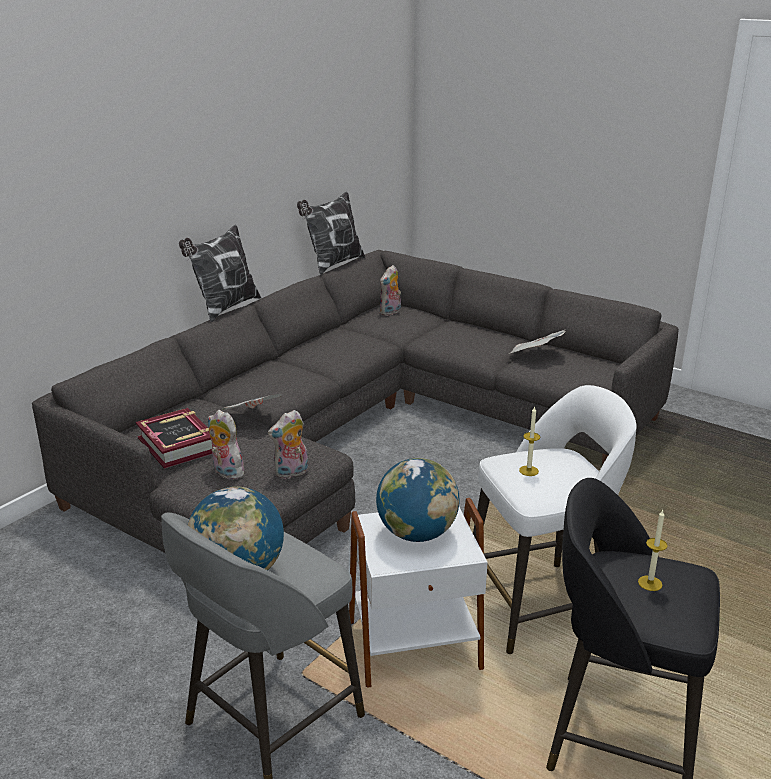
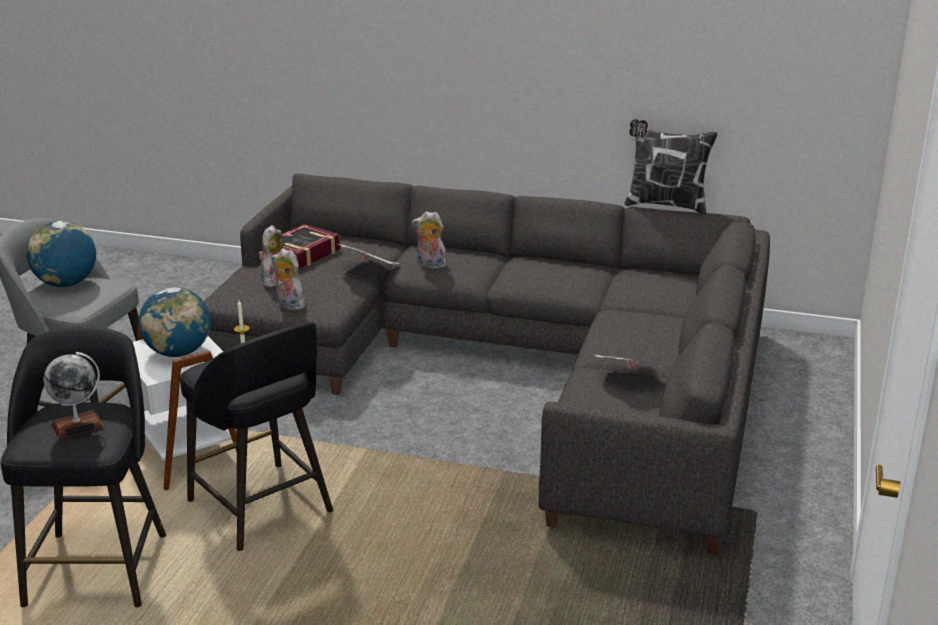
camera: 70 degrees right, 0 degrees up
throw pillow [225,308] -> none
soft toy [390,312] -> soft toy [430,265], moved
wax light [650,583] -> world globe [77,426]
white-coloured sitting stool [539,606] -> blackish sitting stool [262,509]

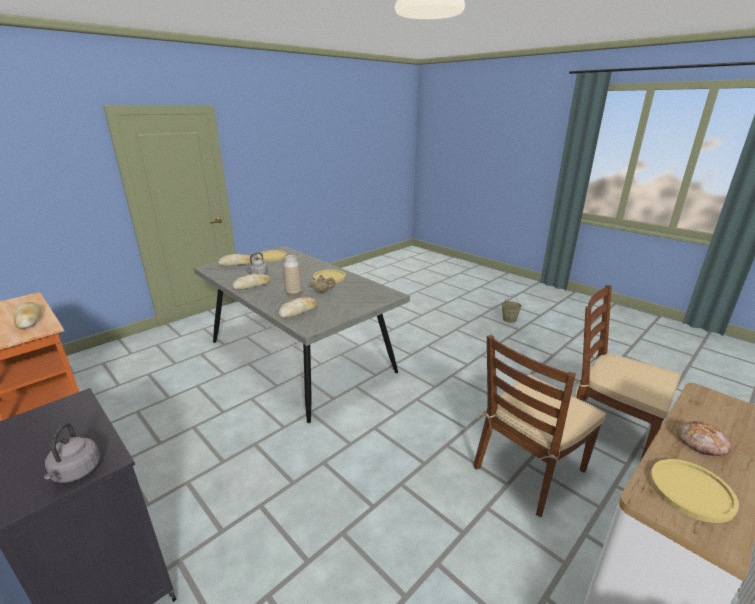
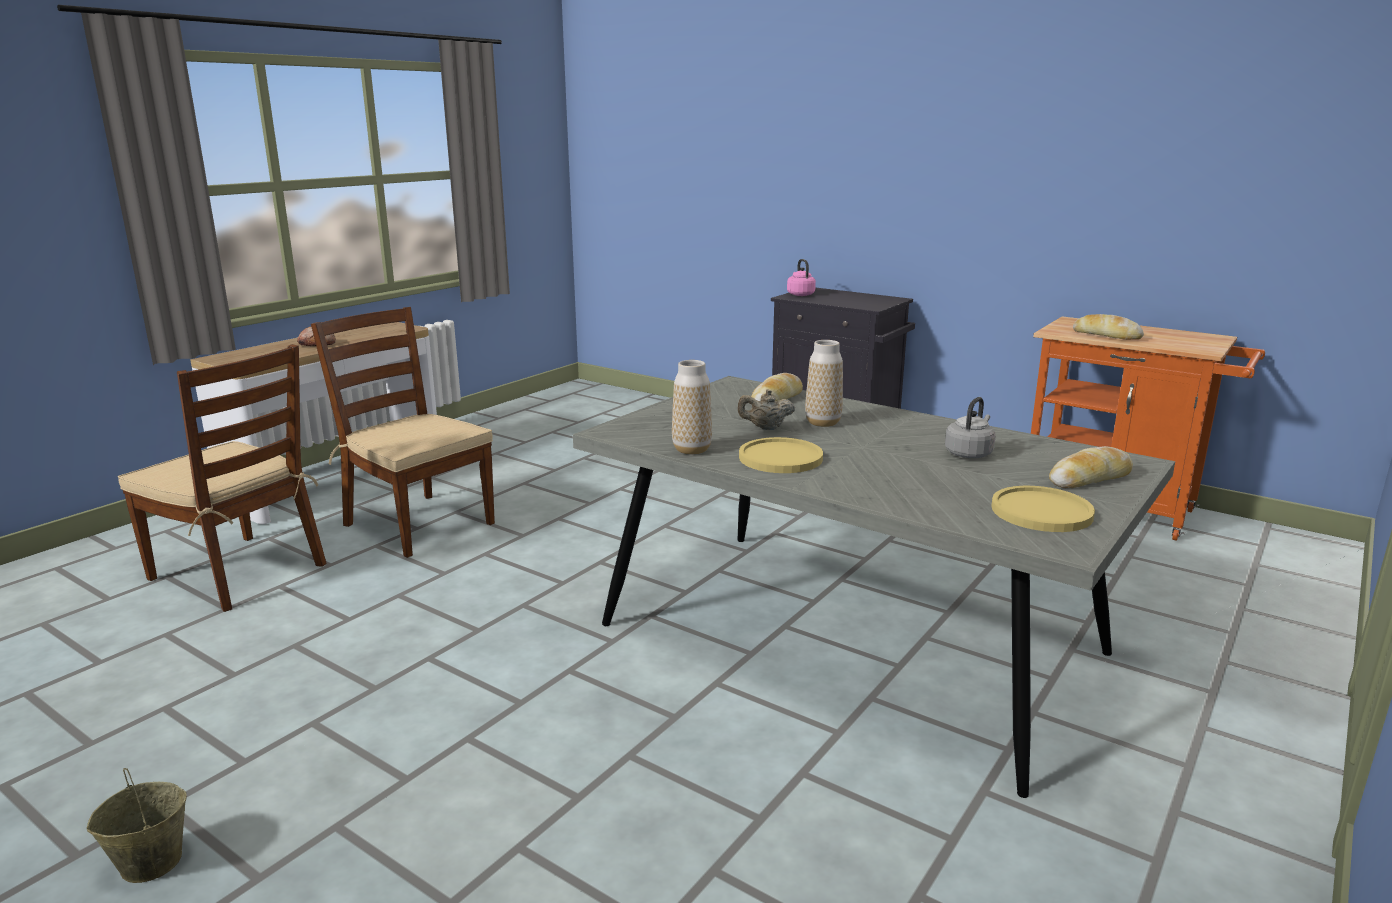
camera: 170 degrees right, 5 degrees down
baked bread [252,285] -> none
yellow dinner plate [691,490] -> none
none -> flower vase [692,449]
greyish kettle [76,472] -> pink kettle [800,294]
brownish chair [528,469] -> brownish chair [418,524], 90 degrees counterclockwise

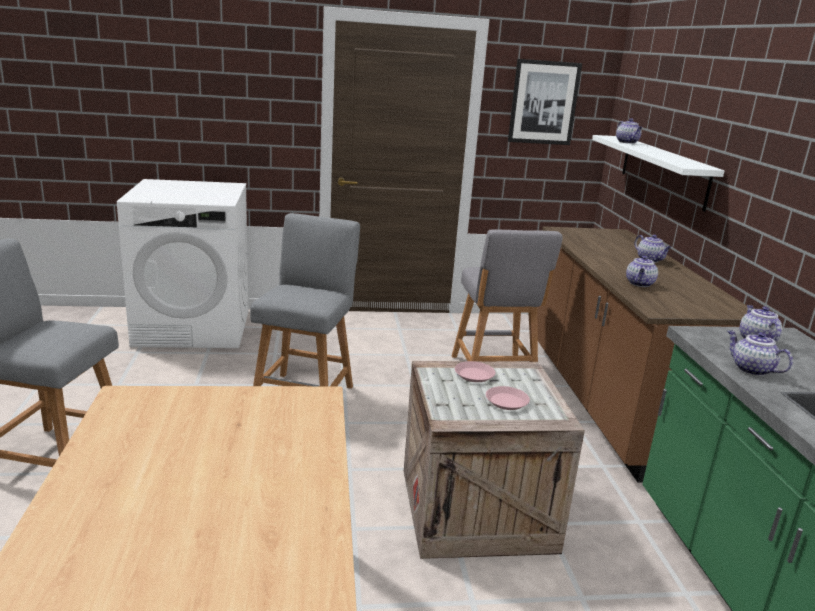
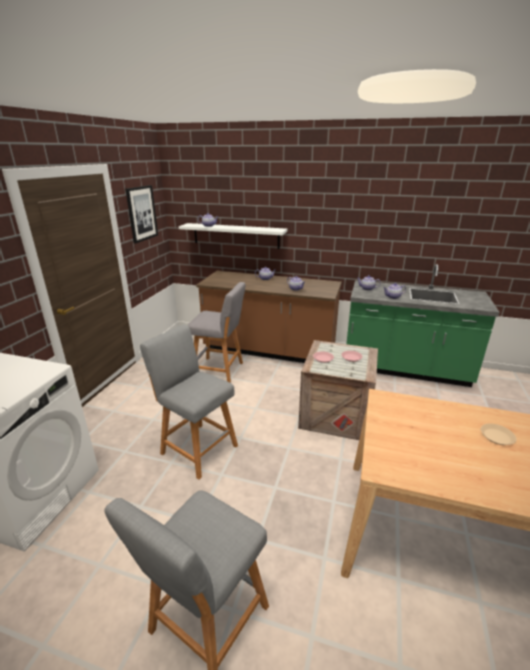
camera: 65 degrees left, 5 degrees up
none -> beige dinner plate [497,437]

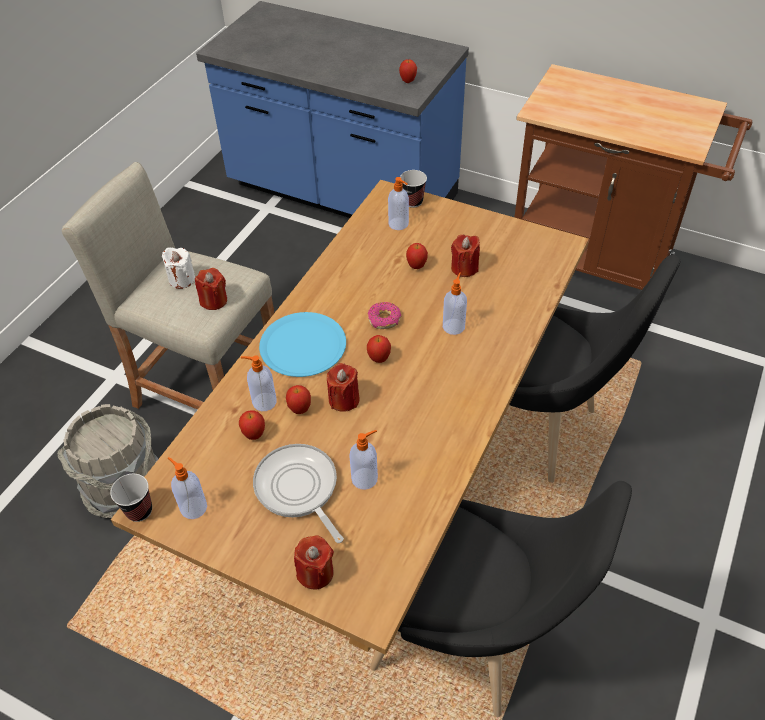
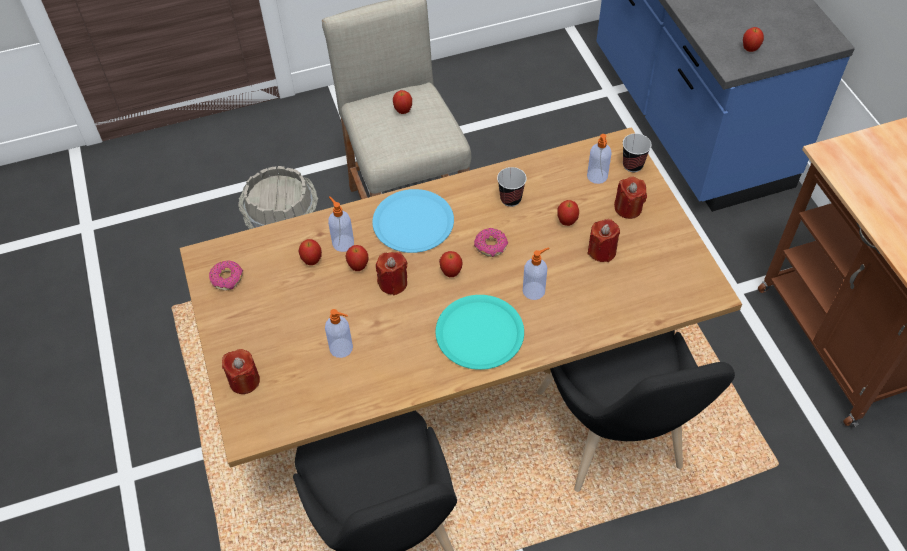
camera: 45 degrees right, 5 degrees up
skillet [298,489] -> none
none -> turquoise-coloured dinner plate [480,333]
cup [139,511] -> cup [510,199], moved
red-coloured wax light [214,301] -> red-coloured wax light [628,208], moved
white-coloured wax light [182,279] -> whole apple [403,111]
soap dispenser [193,507] -> doughnut [227,278]

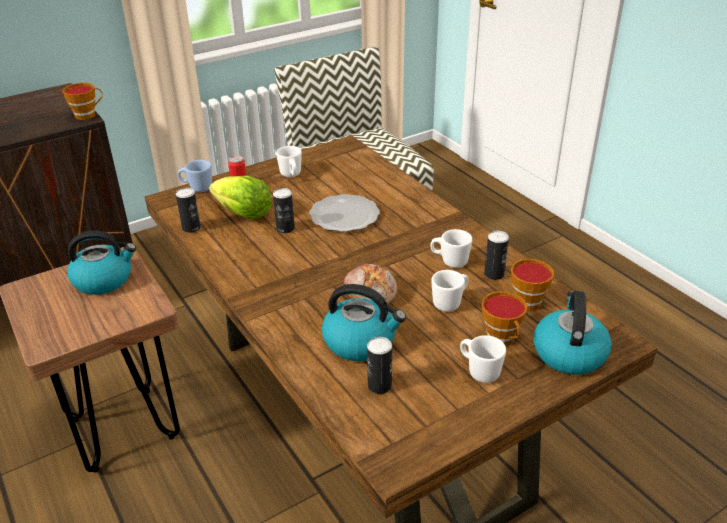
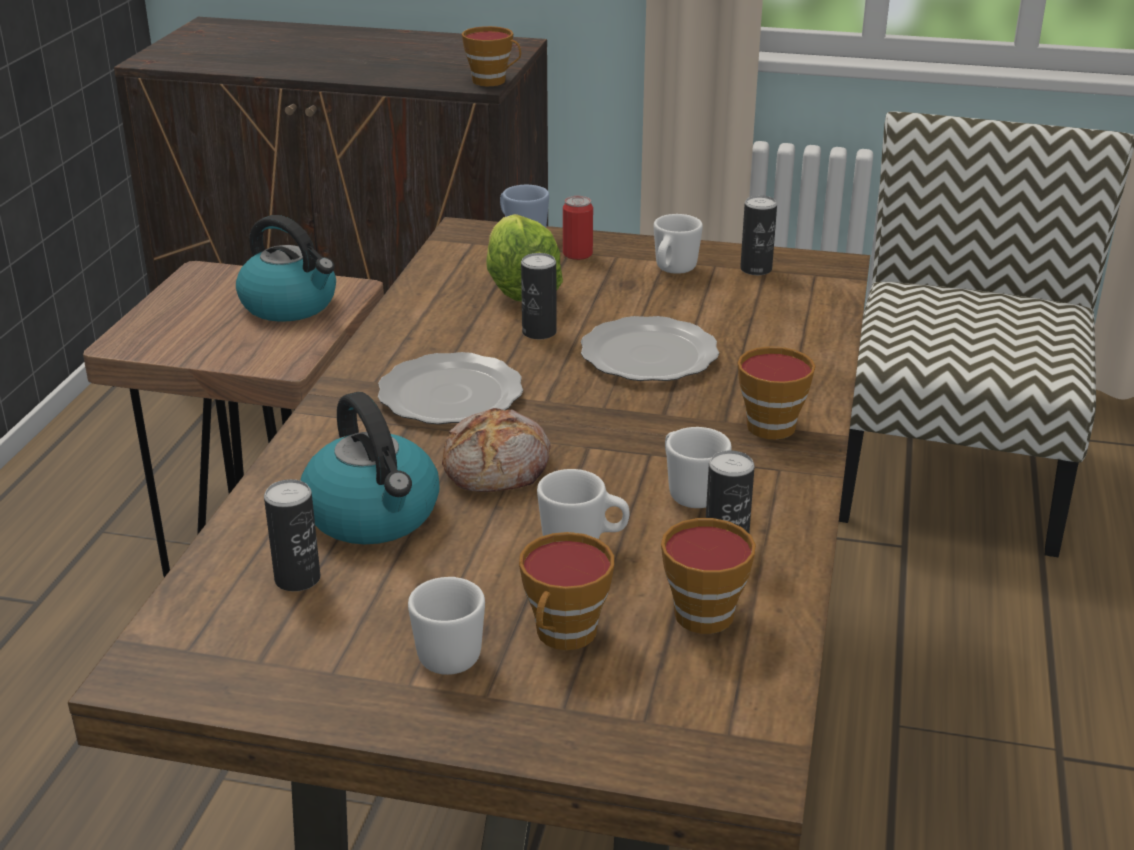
camera: 45 degrees right, 5 degrees down
kettle [568,352] -> none
none -> dinner plate [451,396]
none -> cup [774,424]
sealed can [191,228] -> sealed can [756,269], moved

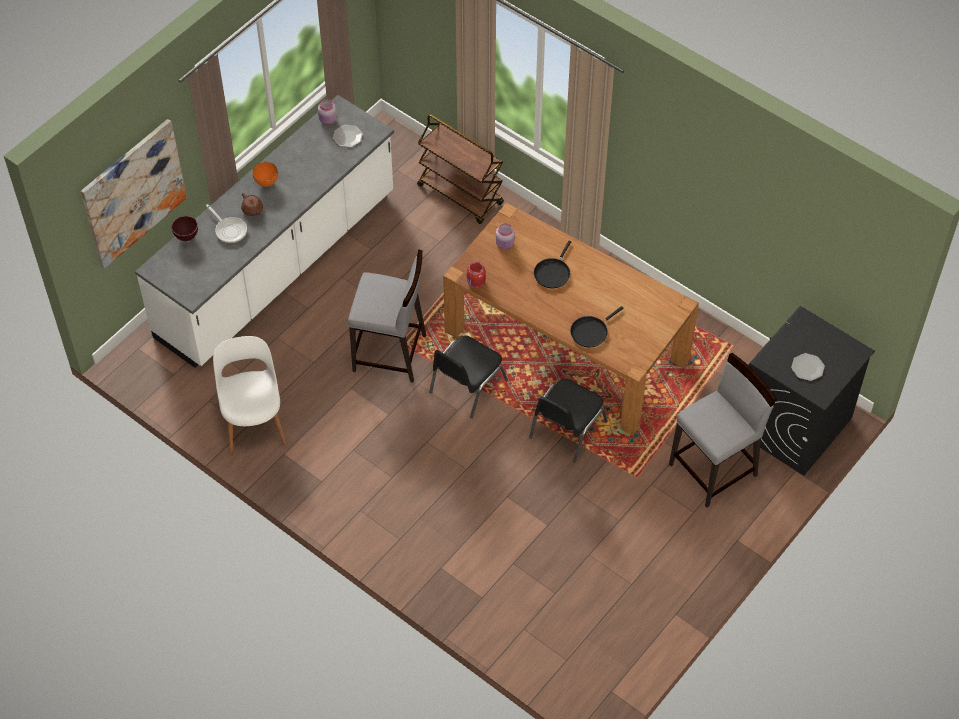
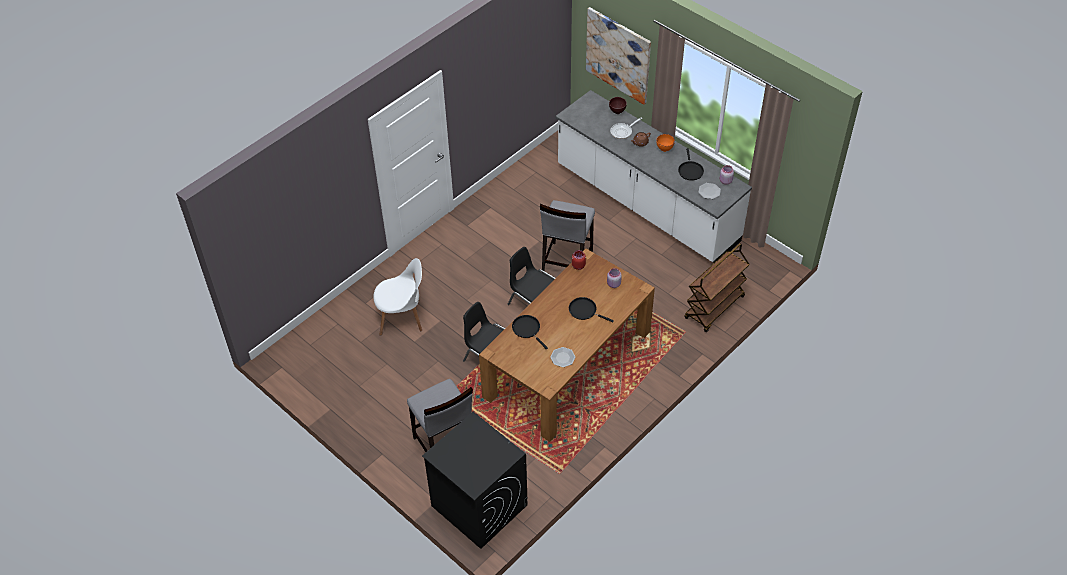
camera: 95 degrees right, 5 degrees down
none -> blackish skillet [690,170]
white-coloured chair [253,422] -> white-coloured chair [402,317], moved
dinner plate [807,367] -> dinner plate [563,357], moved

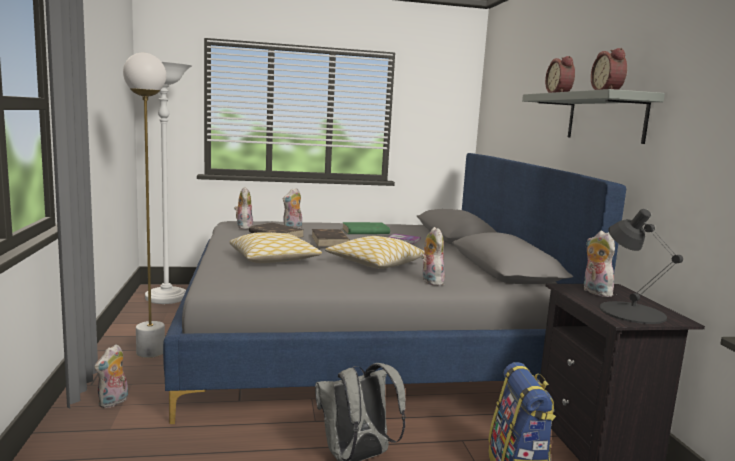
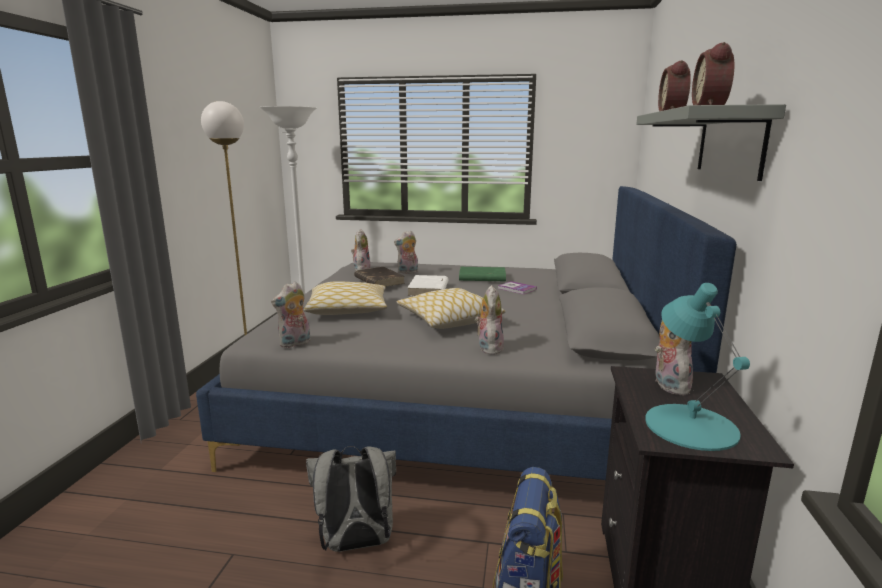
camera: 20 degrees right, 5 degrees up
soft toy [113,402] -> soft toy [295,344], moved
brownish bound book [330,241] -> white-coloured bound book [428,289]
blackish table lamp [631,312] -> turquoise-coloured table lamp [690,425]

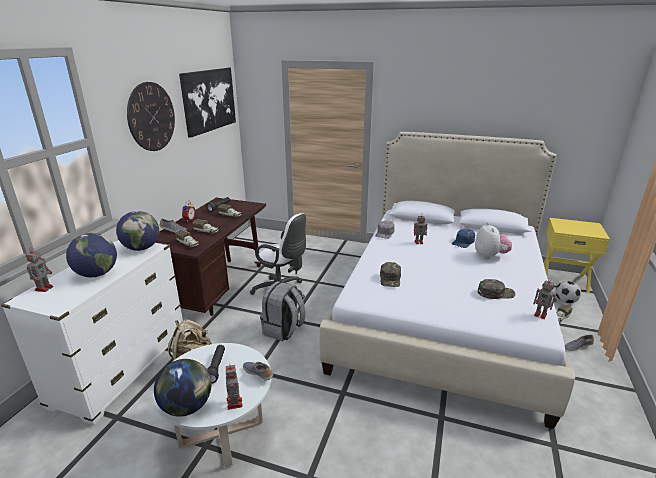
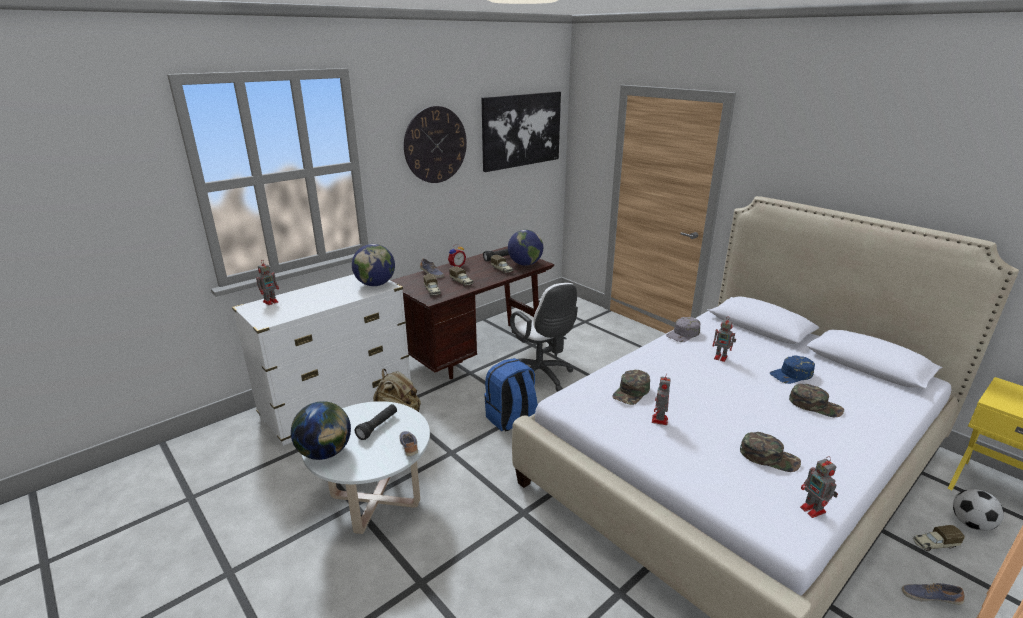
camera: 30 degrees right, 0 degrees up
world globe [97,274] -> world globe [525,264], moved
model robot [234,404] -> model robot [659,420], moved
soft toy [490,256] -> green-coloured cap [815,405]
greyish rucksack [283,330] -> blue-coloured rucksack [511,419]

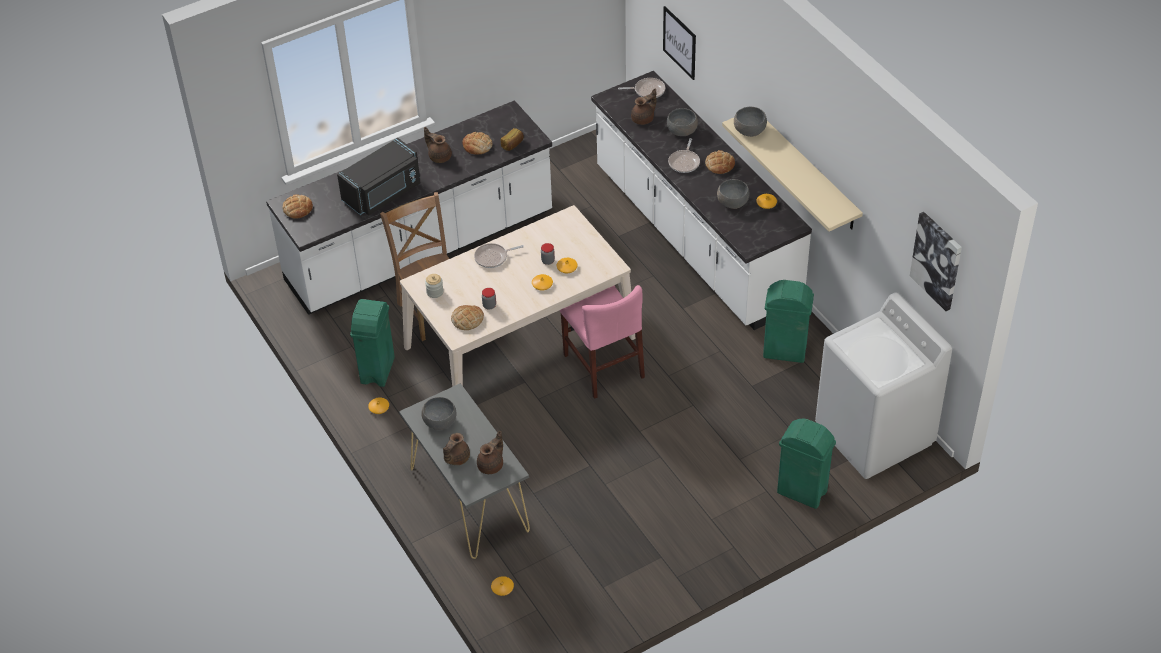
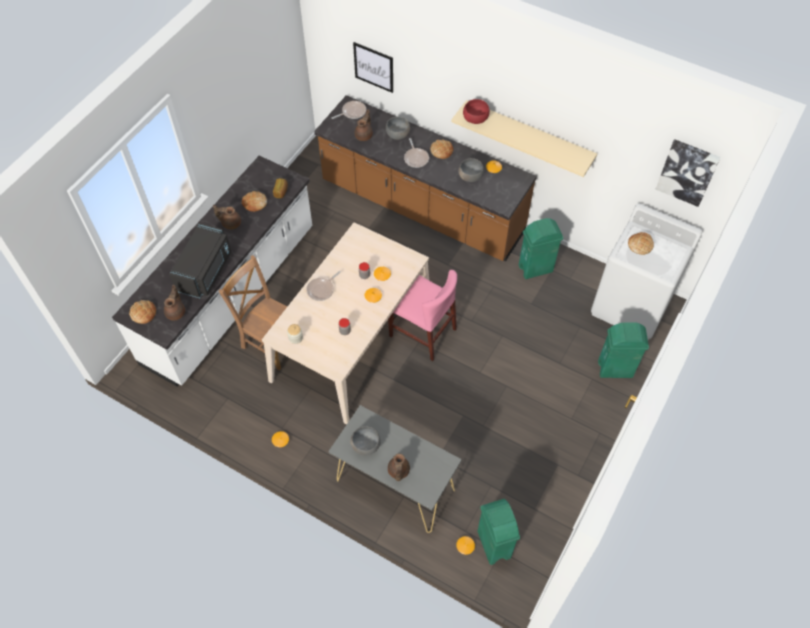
camera: 30 degrees left, 10 degrees up
green-coloured waste bin [377,371] -> green-coloured waste bin [493,545], moved
baked bread [467,319] -> baked bread [640,245], moved
brownish teapot [491,465] -> brownish teapot [176,312], moved
white-coloured kitchen base unit [694,238] -> brownish kitchen base unit [422,208]
greyish bowl [749,130] -> red-coloured bowl [475,119]

